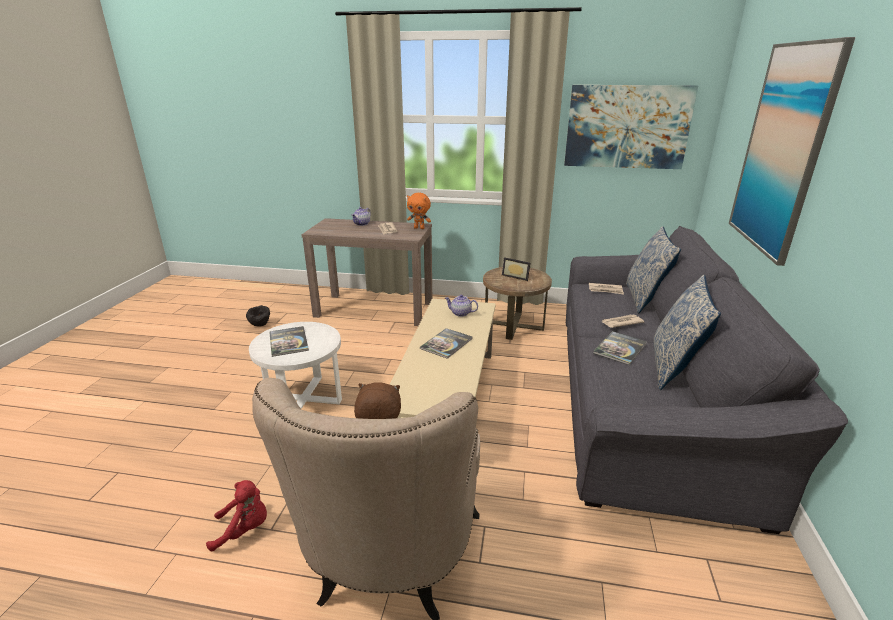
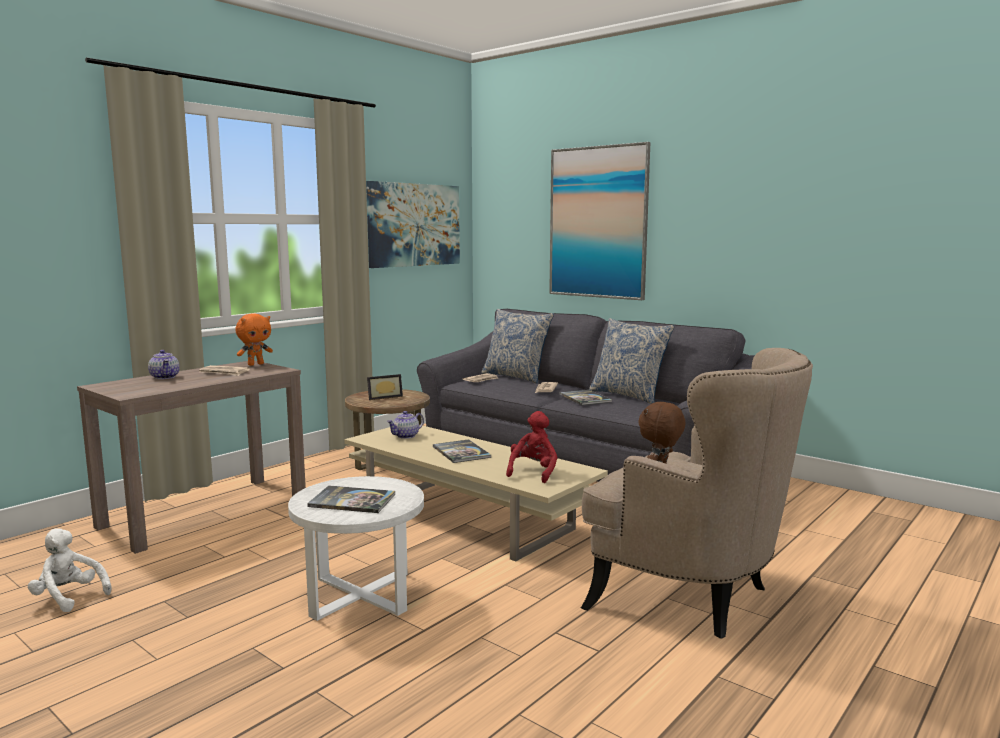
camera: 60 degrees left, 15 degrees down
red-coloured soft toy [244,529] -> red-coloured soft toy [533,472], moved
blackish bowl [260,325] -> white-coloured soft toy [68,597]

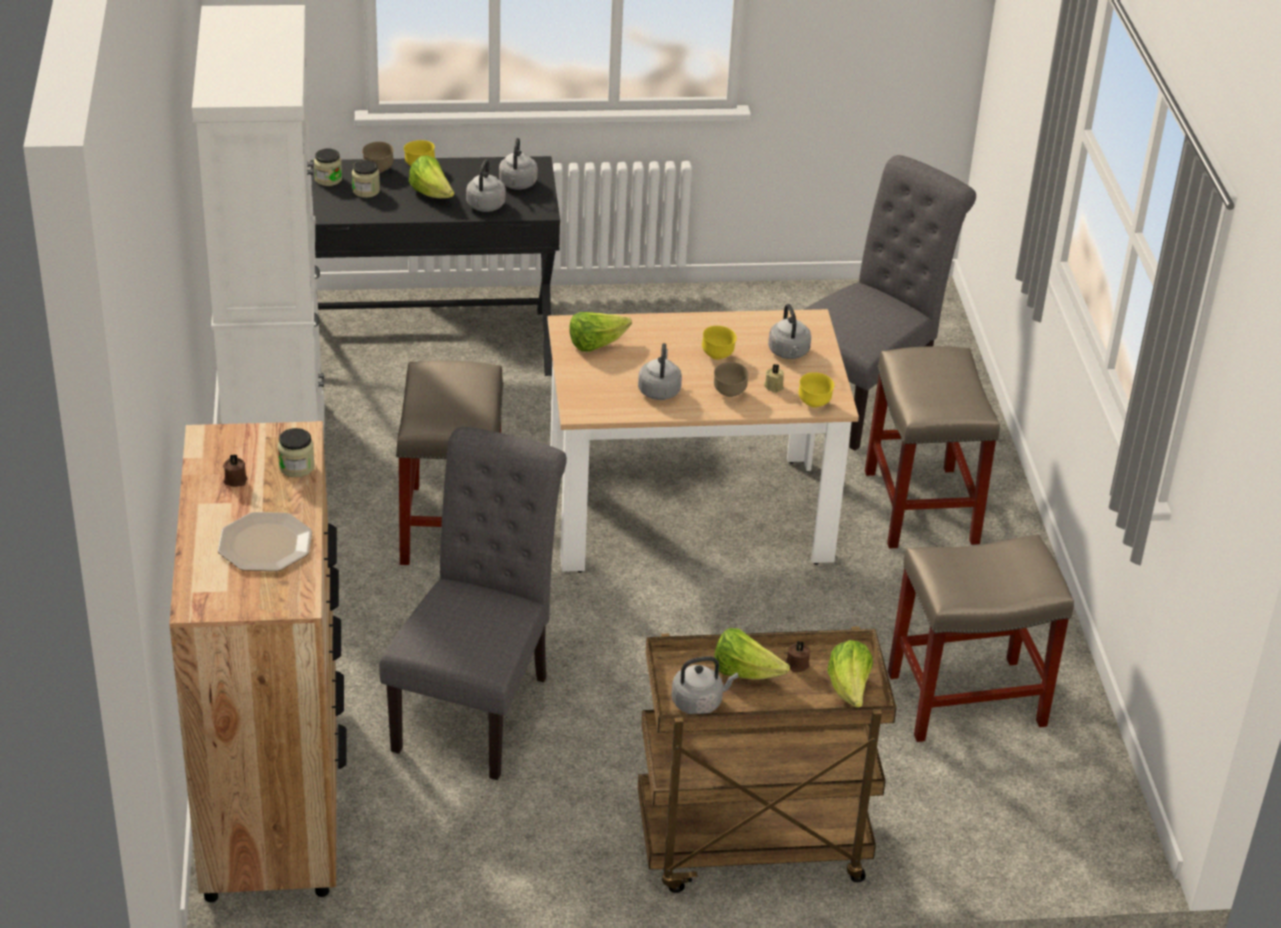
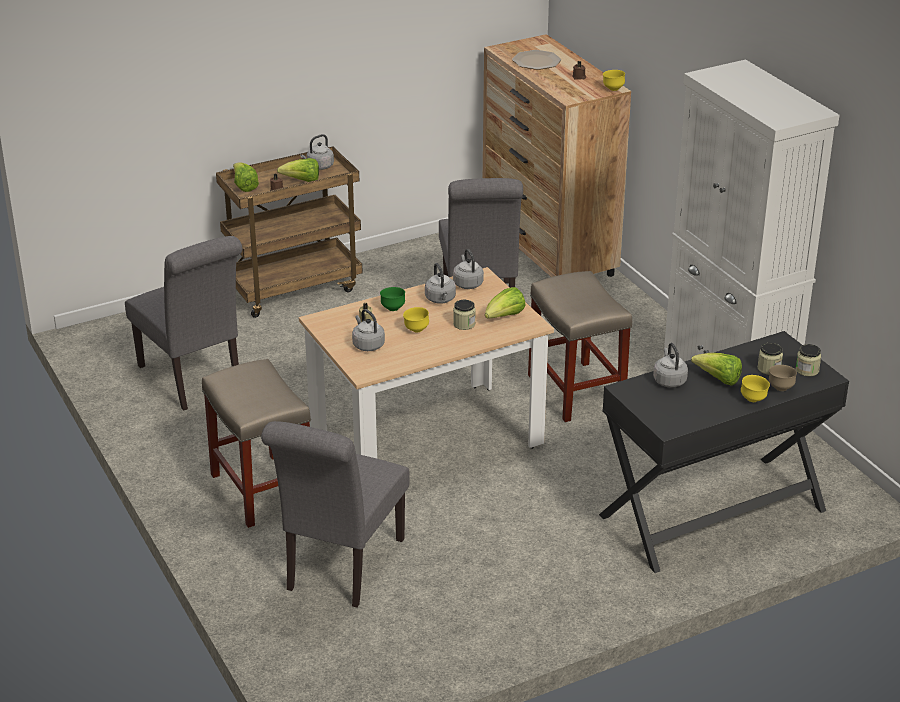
camera: 160 degrees right, 5 degrees down
jar [296,467] -> jar [464,324], moved
greyish kettle [517,184] -> greyish kettle [467,283], moved
yellow bowl [814,404] -> yellow bowl [613,89], moved
beige sitting stool [968,698] -> greyish chair [194,381]
brownish bowl [729,394] -> green-coloured bowl [393,308]

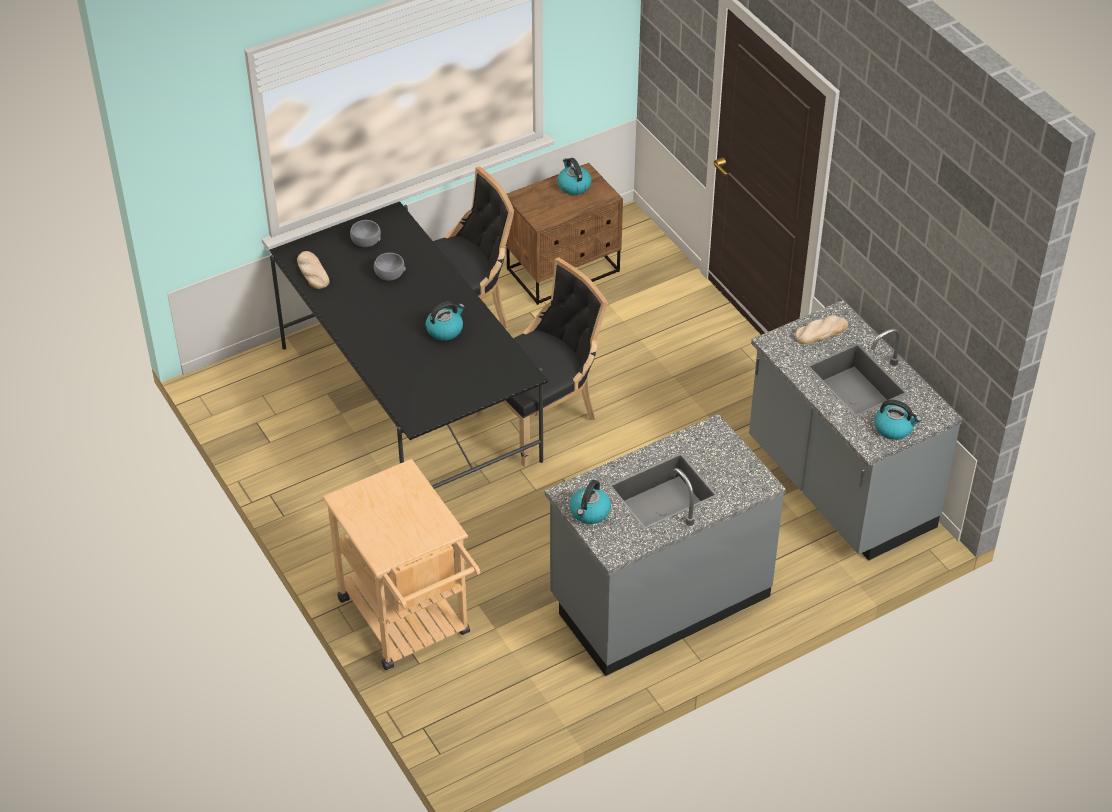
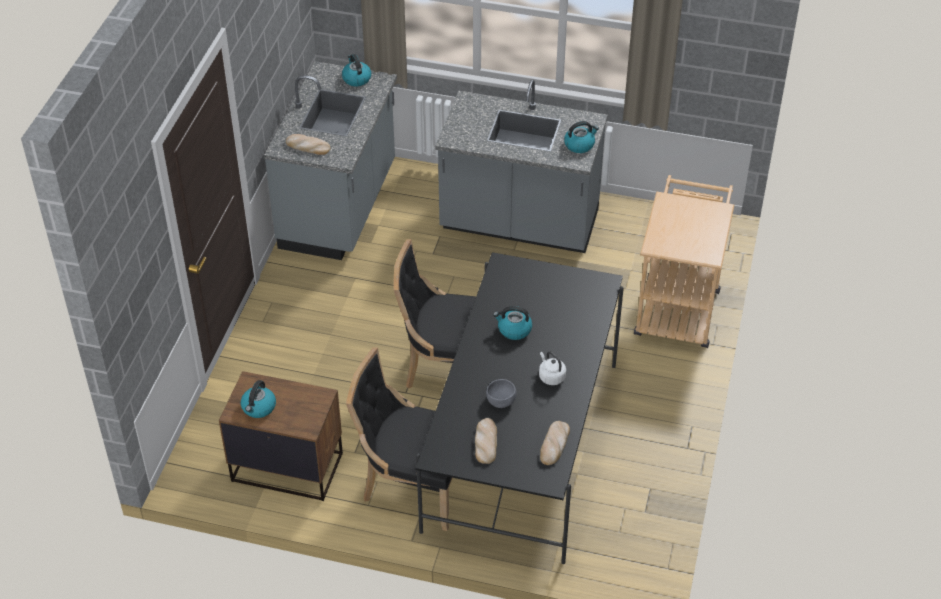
camera: 135 degrees left, 0 degrees up
none -> white-coloured kettle [551,376]
greyish bowl [365,241] -> baked bread [485,442]

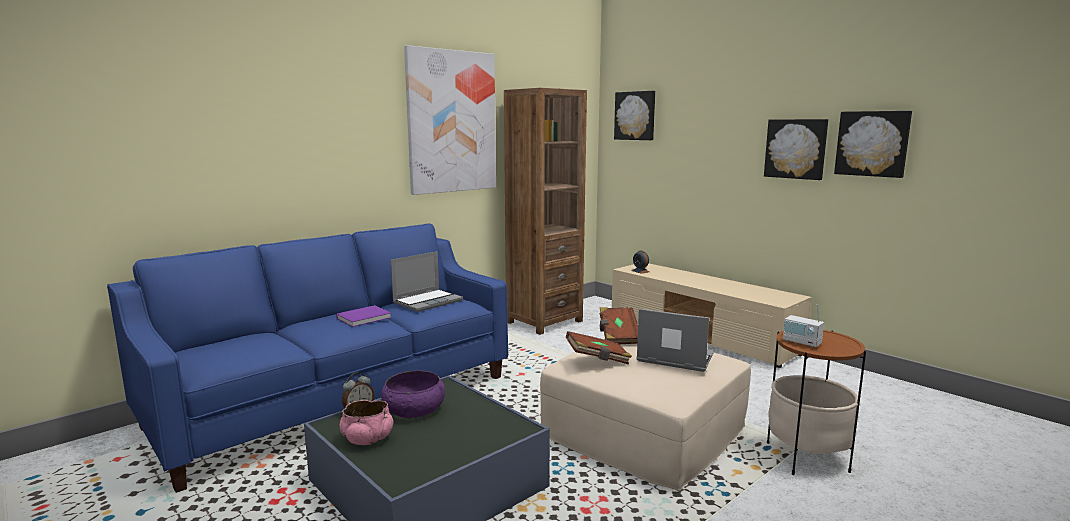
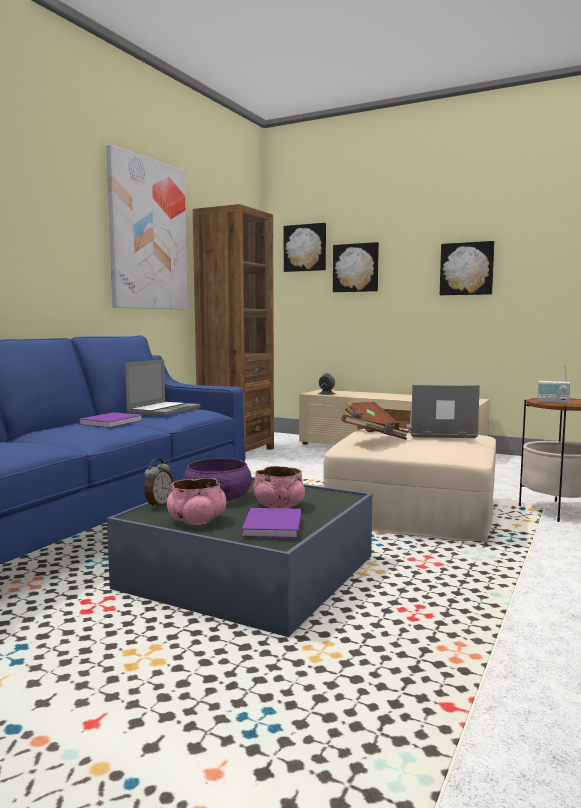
camera: 20 degrees left, 5 degrees down
none -> purple-coloured bound book [272,526]
none -> pink bowl [279,505]
wall picture [872,143] -> wall picture [356,268], moved

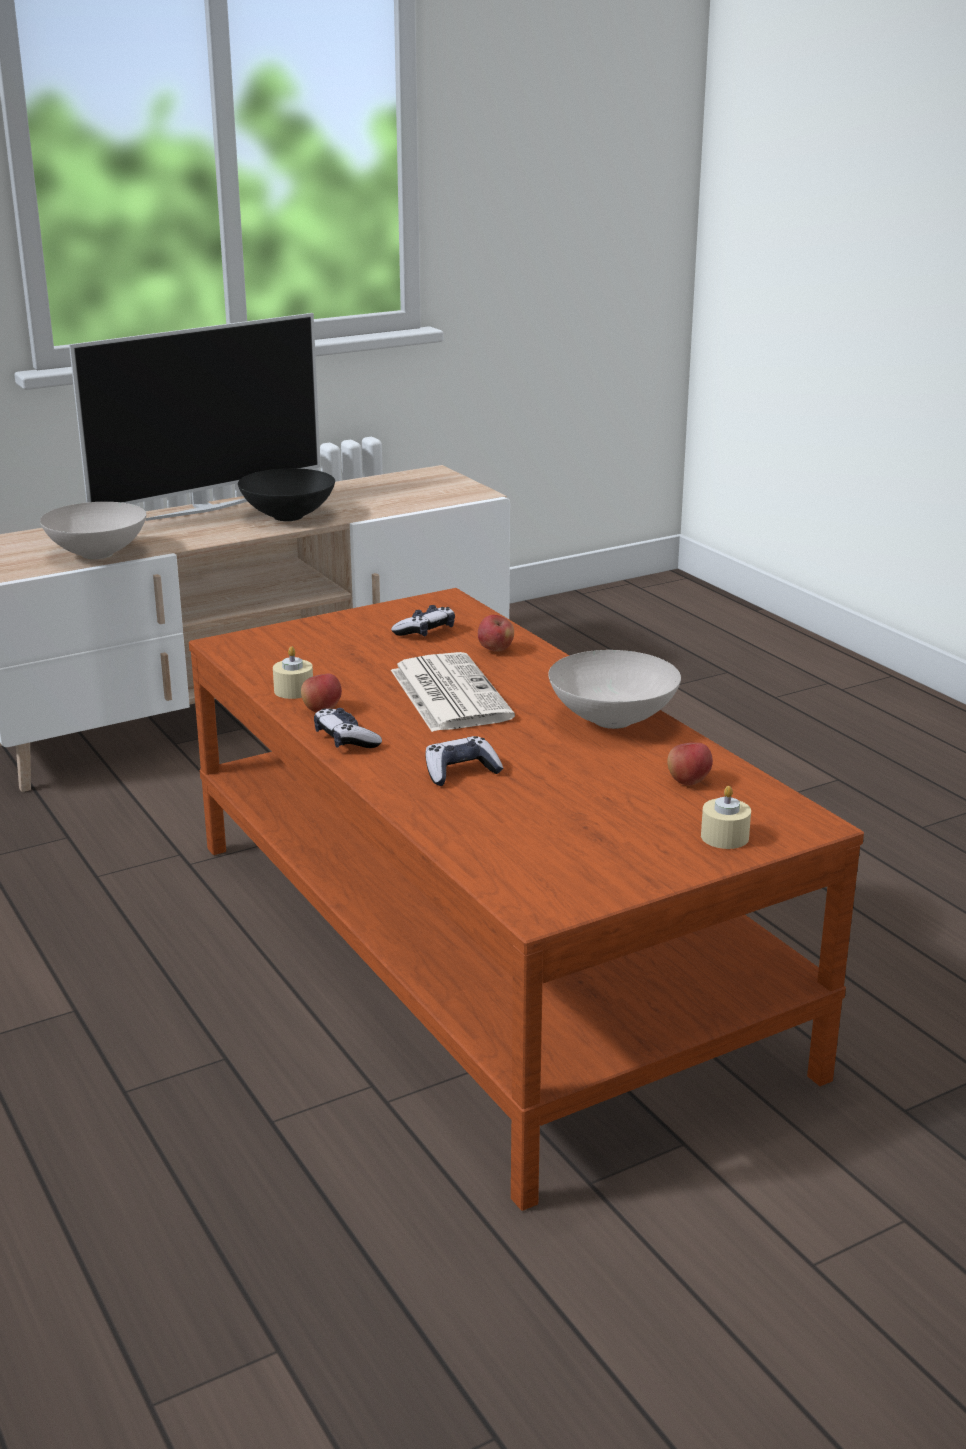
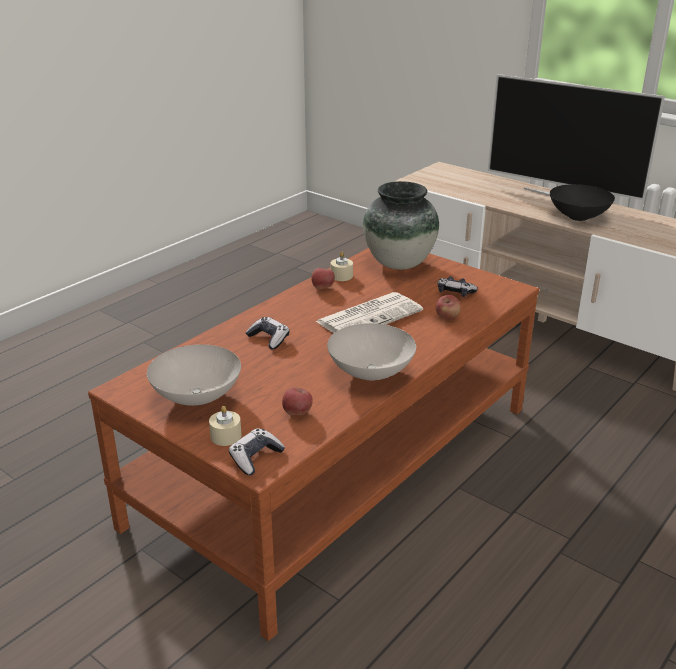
camera: 70 degrees right, 5 degrees up
none -> flower vase [399,264]
white-coloured bowl [96,554] -> white-coloured bowl [195,397], moved
game controller [346,740] -> game controller [255,458], moved

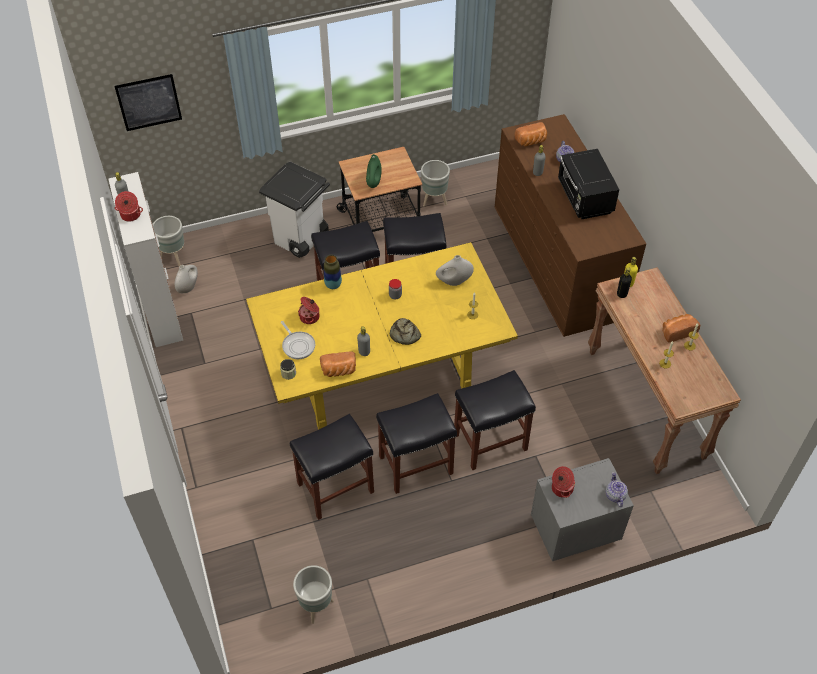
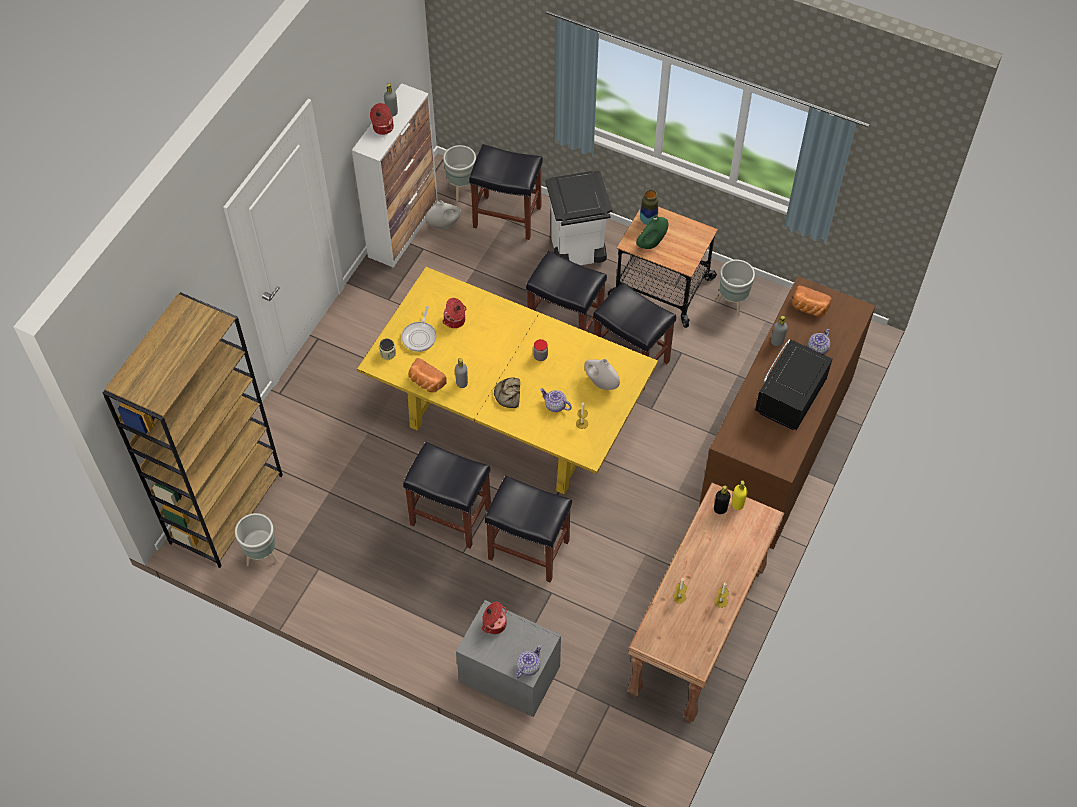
camera: 45 degrees right, 5 degrees up
wall picture [149,102] -> none
baked bread [677,332] -> none
none -> brownish shelving unit [226,508]
none -> teapot [555,405]
blackish sitting stool [335,488] -> blackish sitting stool [506,217], moved
flower vase [333,285] -> flower vase [648,220], moved

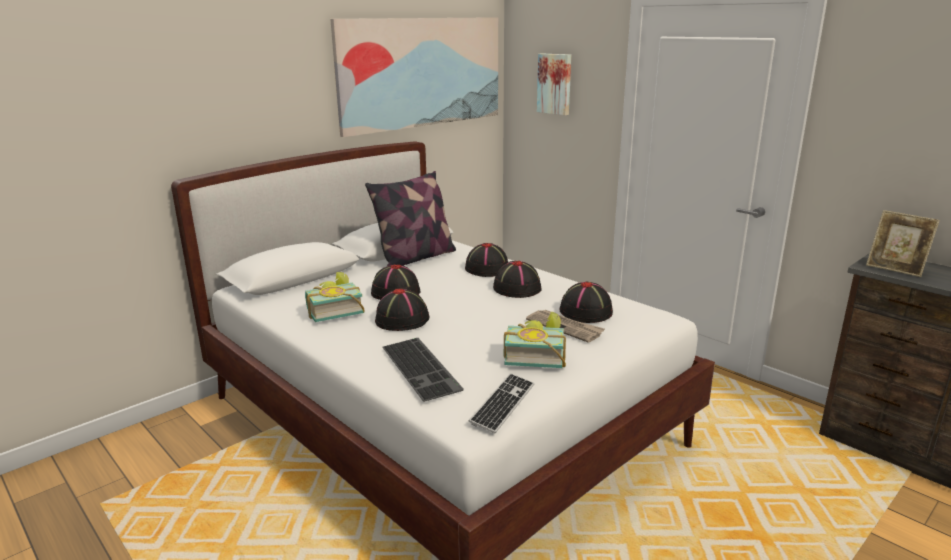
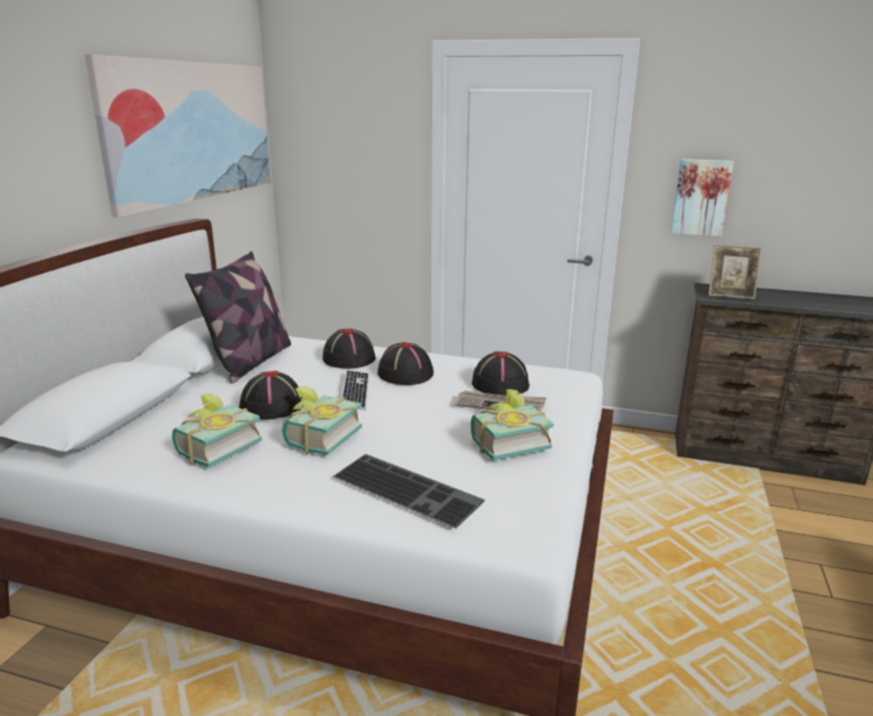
camera: 30 degrees left, 0 degrees up
keyboard [503,404] -> keyboard [355,391], moved
wall picture [555,84] -> wall picture [701,197], moved
blackish hat [402,320] -> bound book [317,437]

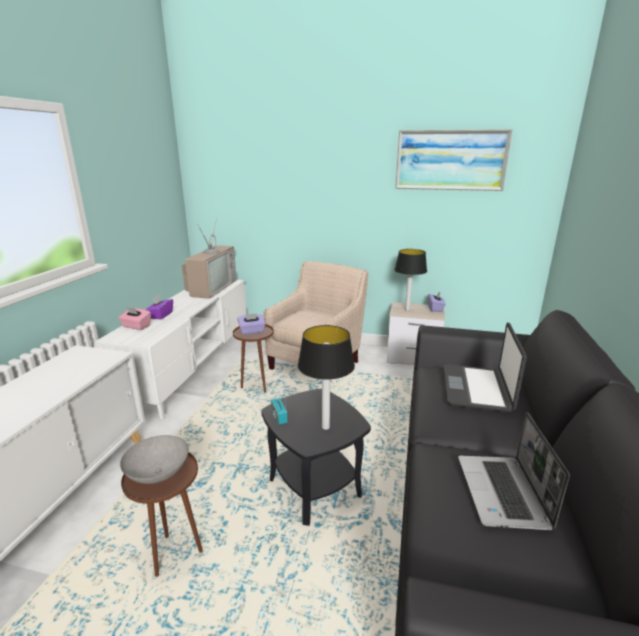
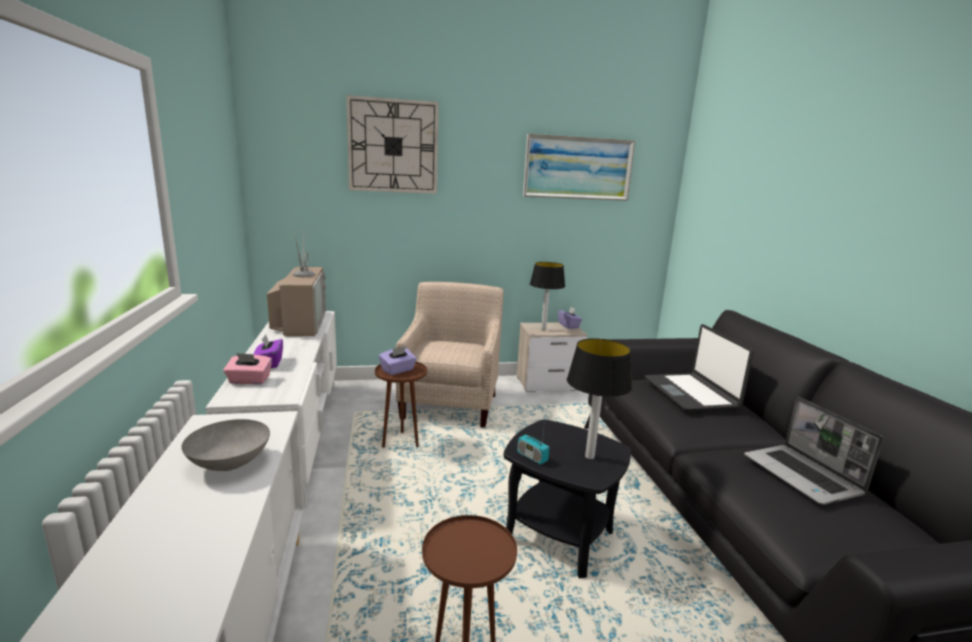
camera: 25 degrees left, 5 degrees down
none -> wall clock [393,146]
greyish bowl [159,473] -> greyish bowl [231,463], moved

